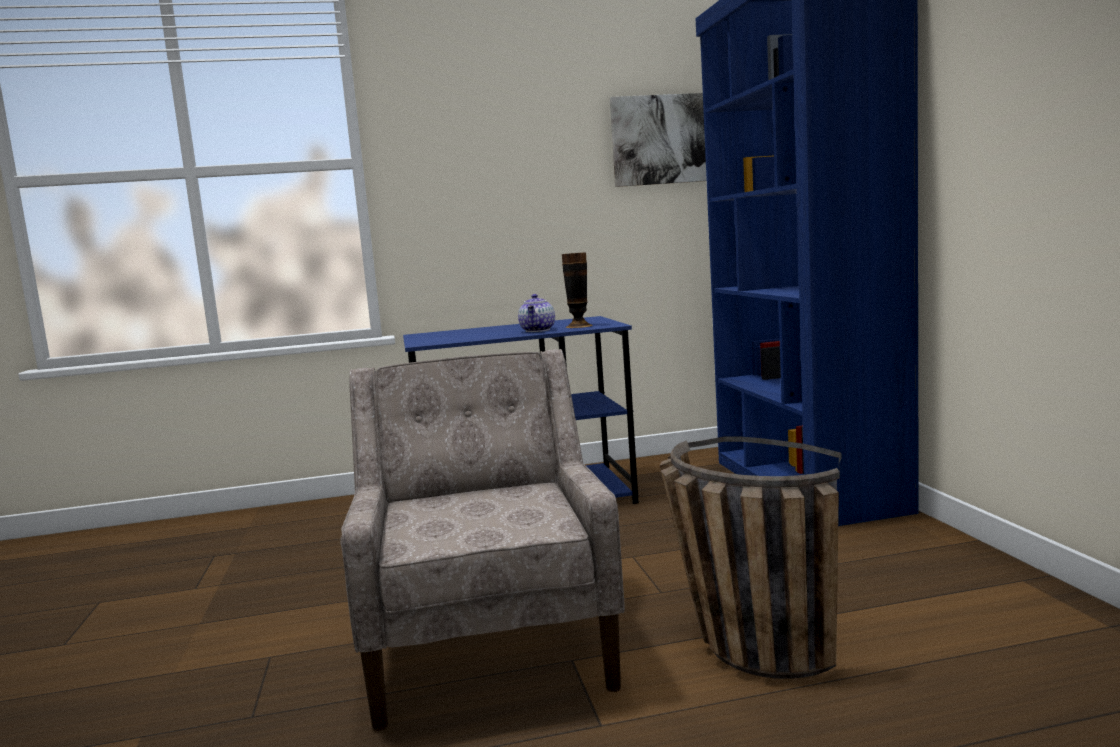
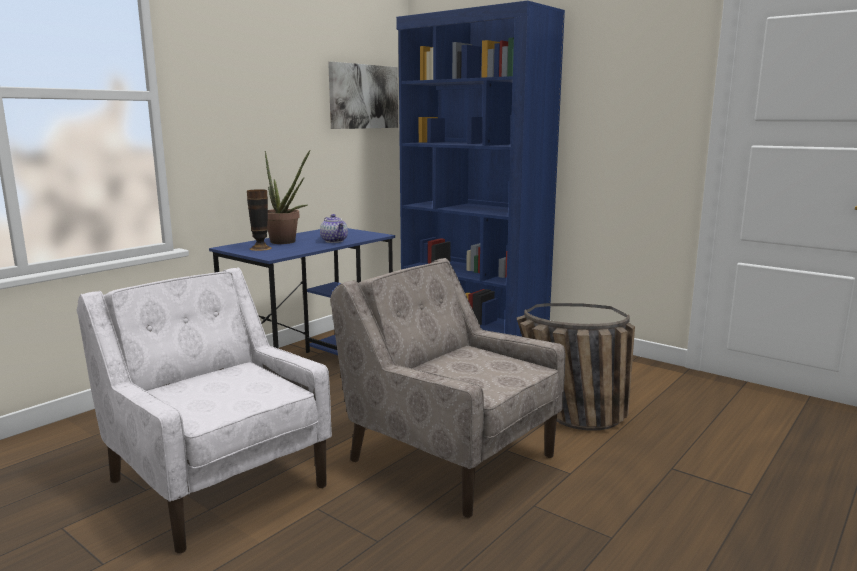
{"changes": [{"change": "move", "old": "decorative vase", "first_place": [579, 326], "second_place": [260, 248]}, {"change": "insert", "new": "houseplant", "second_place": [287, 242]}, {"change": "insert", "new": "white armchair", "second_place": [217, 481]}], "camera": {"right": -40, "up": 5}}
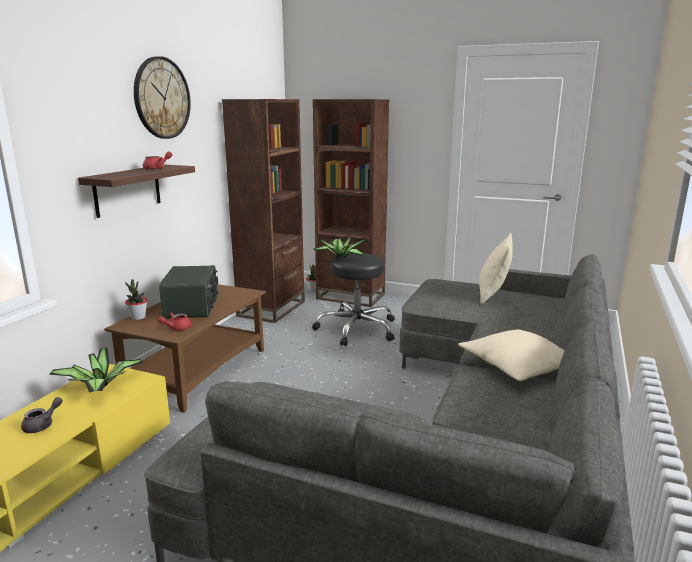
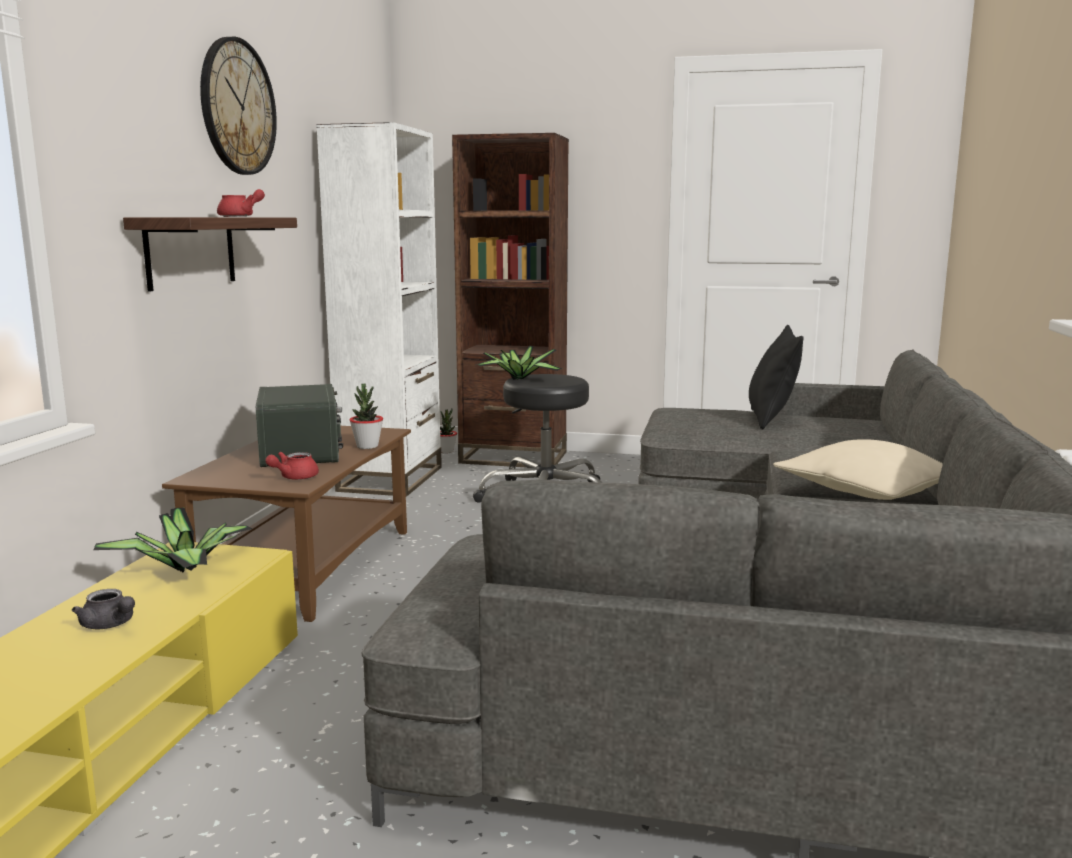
{"changes": [{"change": "recolor", "old": "brown bookshelf", "new": "white bookshelf", "first_place": [272, 308], "second_place": [391, 479]}, {"change": "recolor", "old": "beige cushion", "new": "black-coloured cushion", "first_place": [493, 295], "second_place": [771, 419]}, {"change": "move", "old": "houseplant", "first_place": [138, 317], "second_place": [367, 446]}, {"change": "rotate", "old": "greyish pot for tea", "first_place": [43, 425], "second_place": [110, 625], "degrees": 105}], "camera": {"right": -10, "up": -5}}
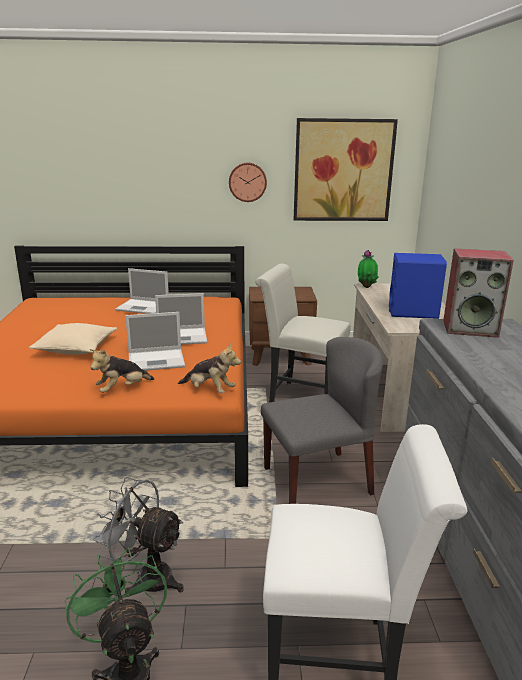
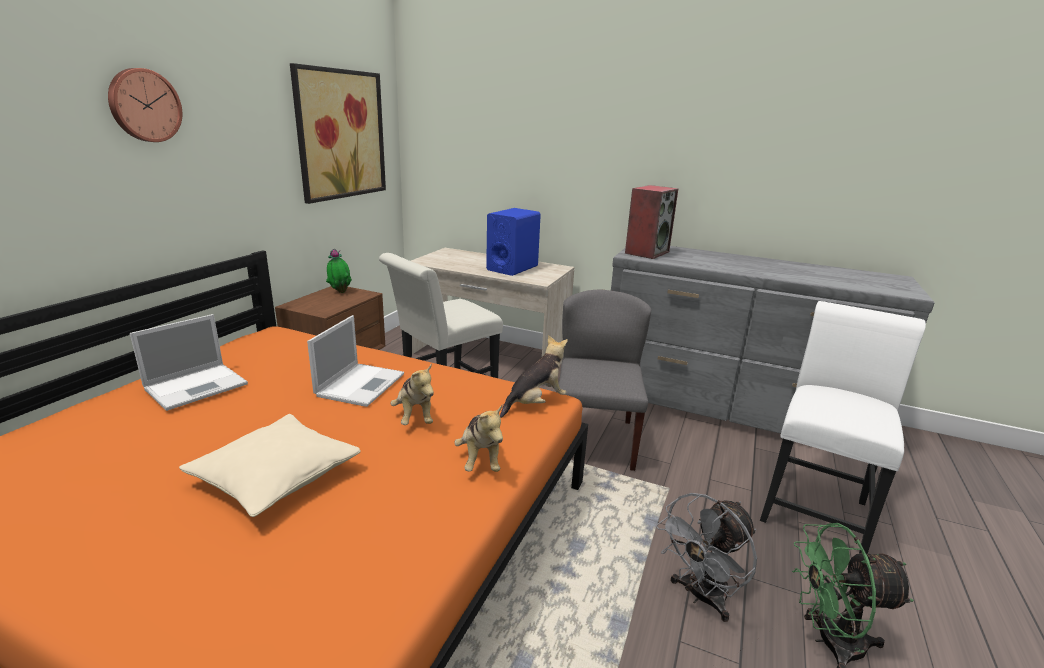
{"changes": [{"change": "move", "old": "hanging clock", "first_place": [247, 182], "second_place": [144, 105]}, {"change": "move", "old": "houseplant", "first_place": [366, 287], "second_place": [340, 292]}, {"change": "replace", "old": "portable computer", "new": "plush toy", "first_place": [157, 360], "second_place": [415, 417]}], "camera": {"right": -65, "up": 0}}
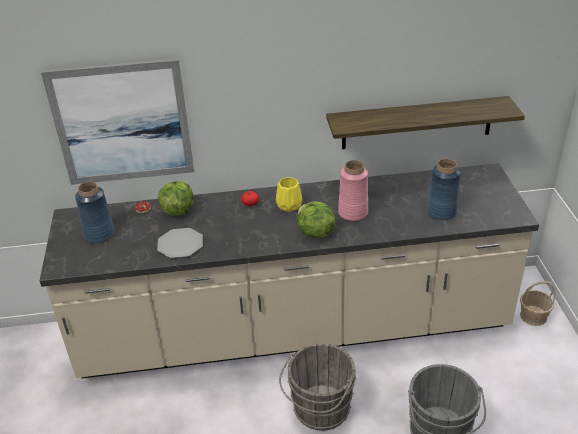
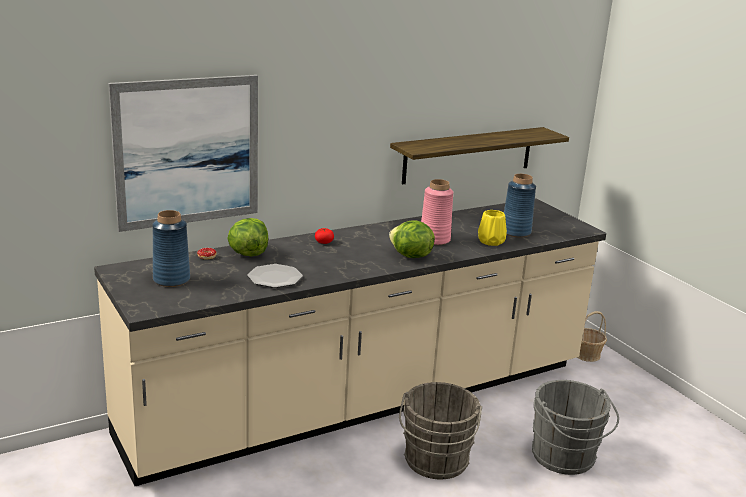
{"changes": [{"change": "move", "old": "yellow-coloured decorative vase", "first_place": [289, 205], "second_place": [490, 241]}], "camera": {"right": -25, "up": -15}}
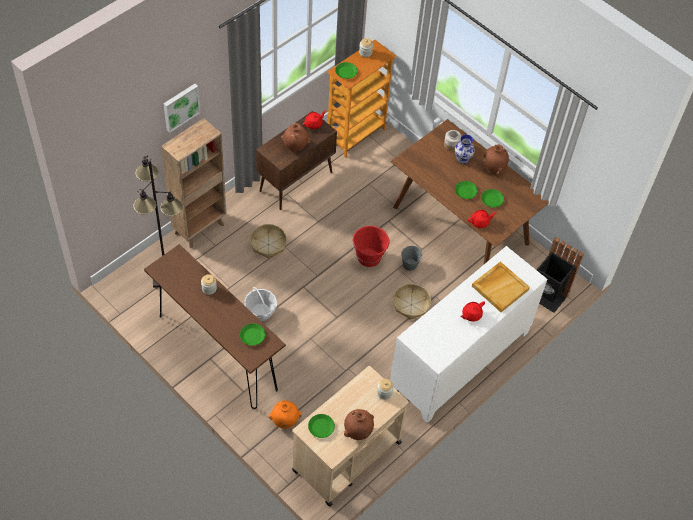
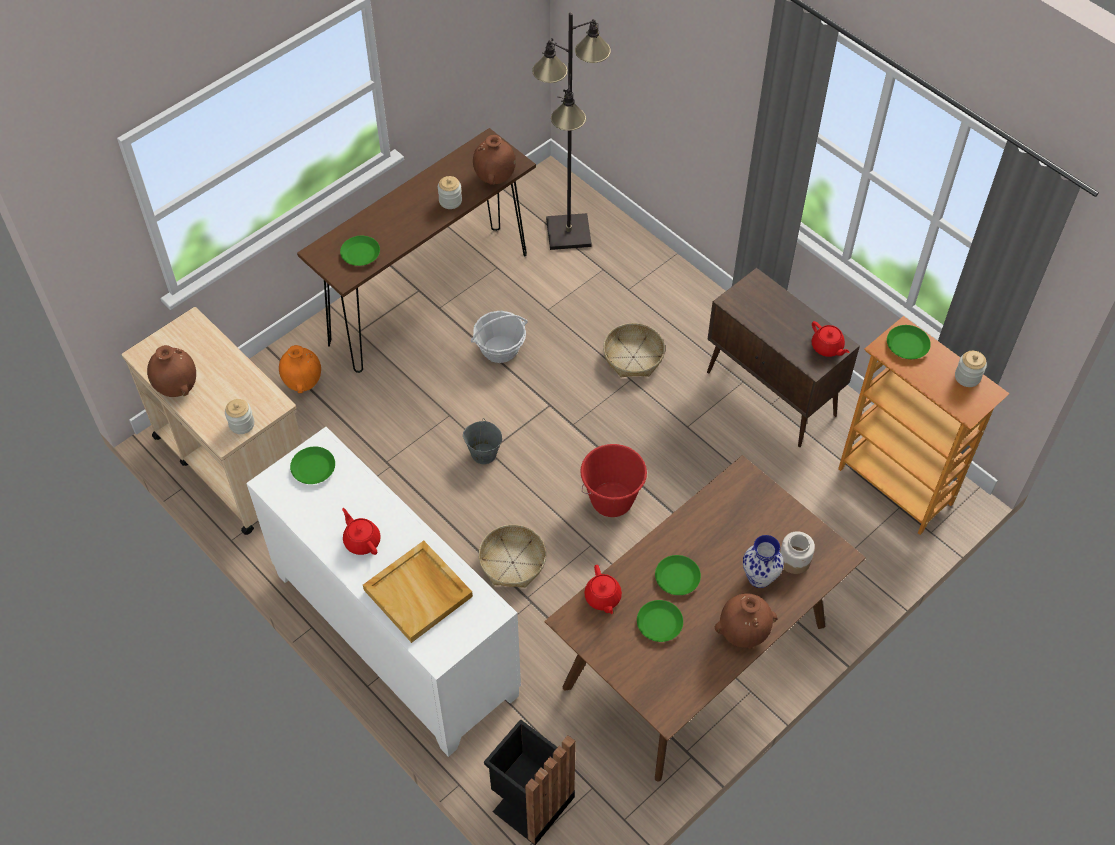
{"changes": [{"change": "delete", "old": "wall art", "first_place": [180, 106]}, {"change": "delete", "old": "brown bookshelf", "first_place": [200, 228]}, {"change": "move", "old": "brown decorative vase", "first_place": [295, 147], "second_place": [495, 178]}, {"change": "move", "old": "greyish bucket", "first_place": [409, 265], "second_place": [483, 453]}, {"change": "move", "old": "greenish dinner plate", "first_place": [321, 427], "second_place": [314, 468]}], "camera": {"right": 95, "up": 0}}
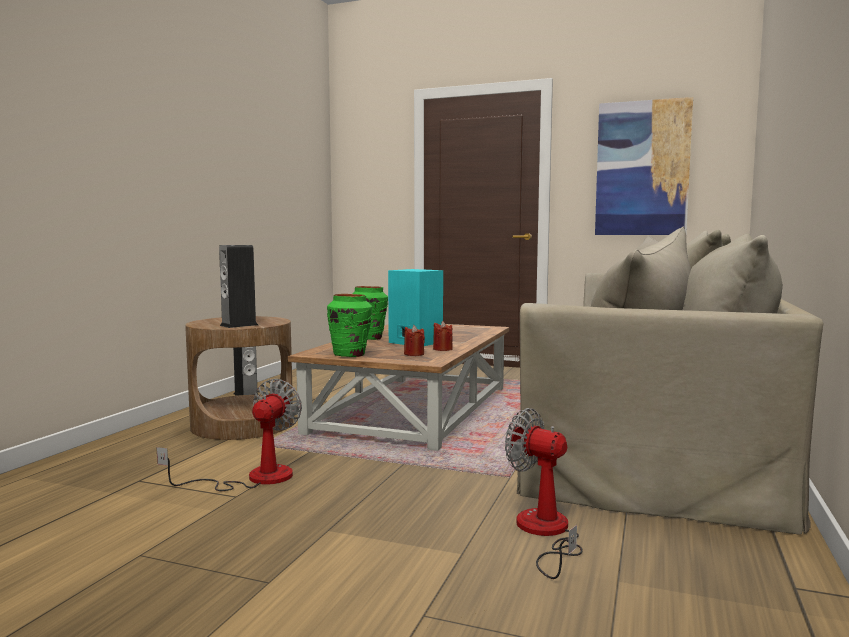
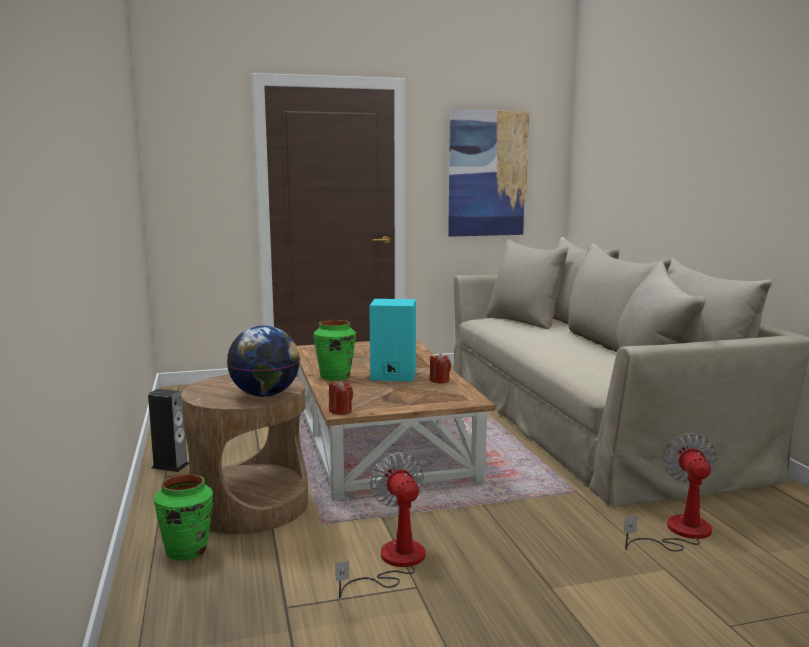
{"changes": [{"change": "replace", "old": "audio speaker", "new": "globe", "first_place": [239, 325], "second_place": [265, 395]}, {"change": "move", "old": "greenish decorative vase", "first_place": [350, 354], "second_place": [187, 551]}, {"change": "move", "old": "red-coloured wax light", "first_place": [414, 354], "second_place": [340, 411]}, {"change": "rotate", "old": "fan", "first_place": [545, 533], "second_place": [678, 532], "degrees": 90}], "camera": {"right": -35, "up": 5}}
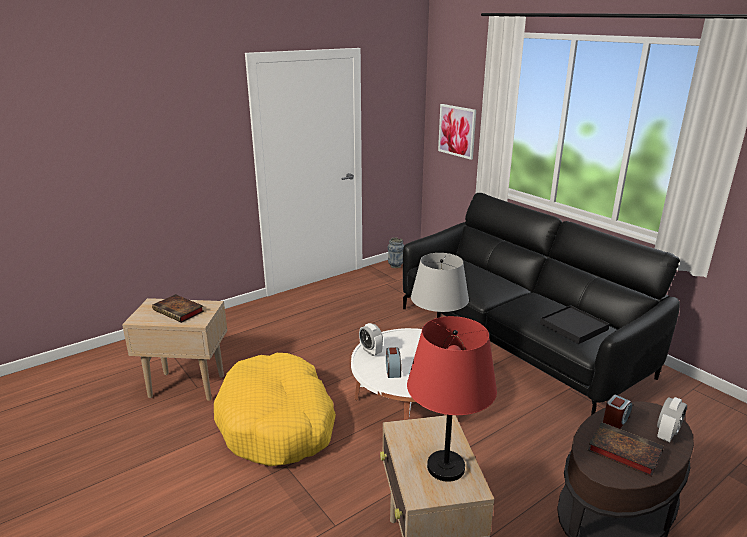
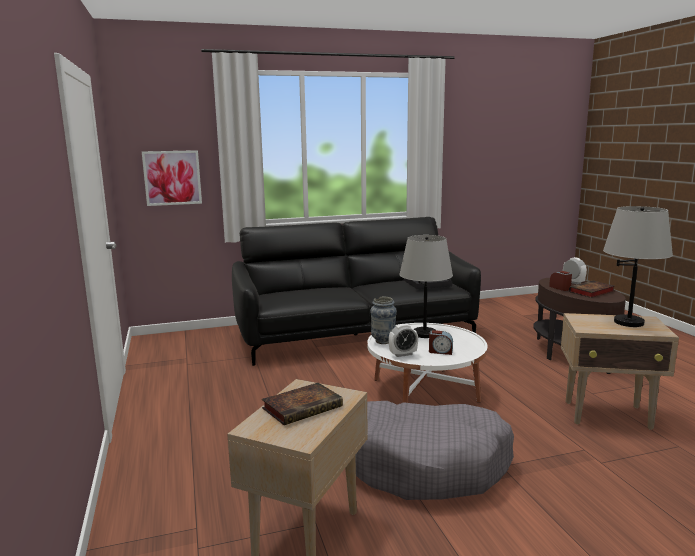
{"changes": [{"change": "move", "old": "decorative vase", "first_place": [395, 266], "second_place": [383, 341]}, {"change": "recolor", "old": "red-coloured tabletop lamp", "new": "greyish tabletop lamp", "first_place": [446, 467], "second_place": [629, 322]}, {"change": "recolor", "old": "yellow-coloured pet bed", "new": "greyish pet bed", "first_place": [277, 422], "second_place": [425, 464]}], "camera": {"right": -70, "up": -10}}
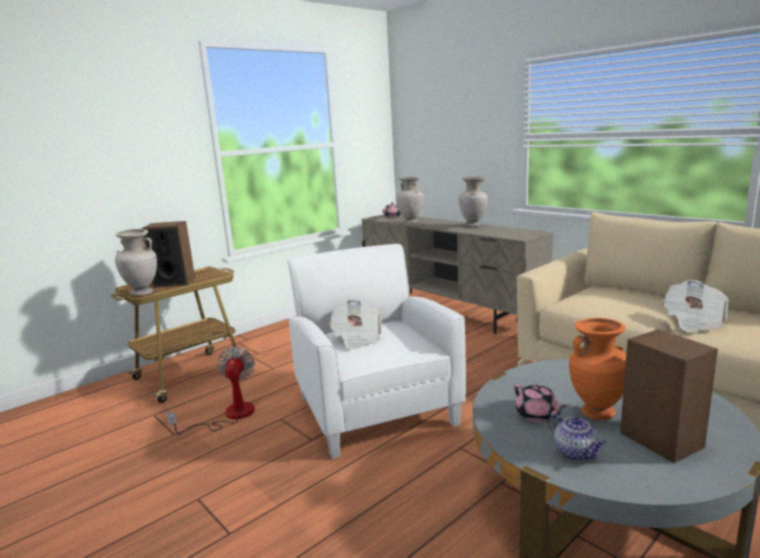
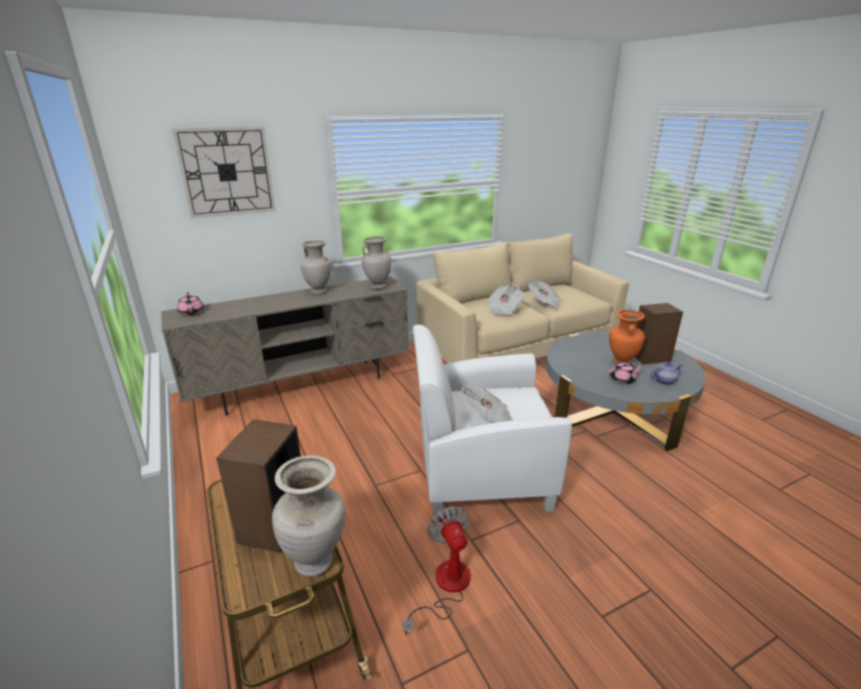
{"changes": [{"change": "move", "old": "beige decorative vase", "first_place": [411, 222], "second_place": [378, 286]}, {"change": "rotate", "old": "fan", "first_place": [229, 416], "second_place": [445, 587], "degrees": 60}, {"change": "insert", "new": "hanging clock", "second_place": [227, 172]}, {"change": "insert", "new": "newspaper", "second_place": [503, 310]}], "camera": {"right": -75, "up": 10}}
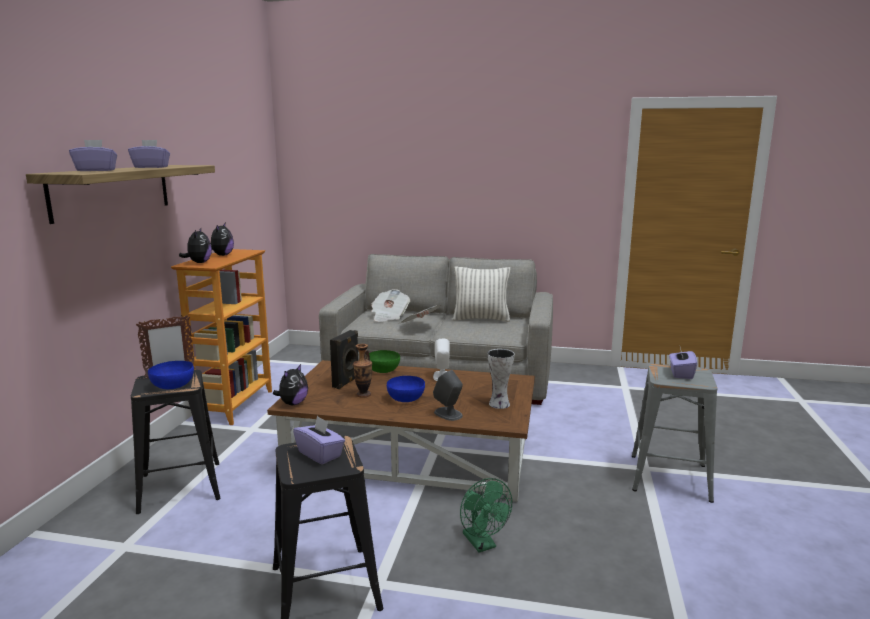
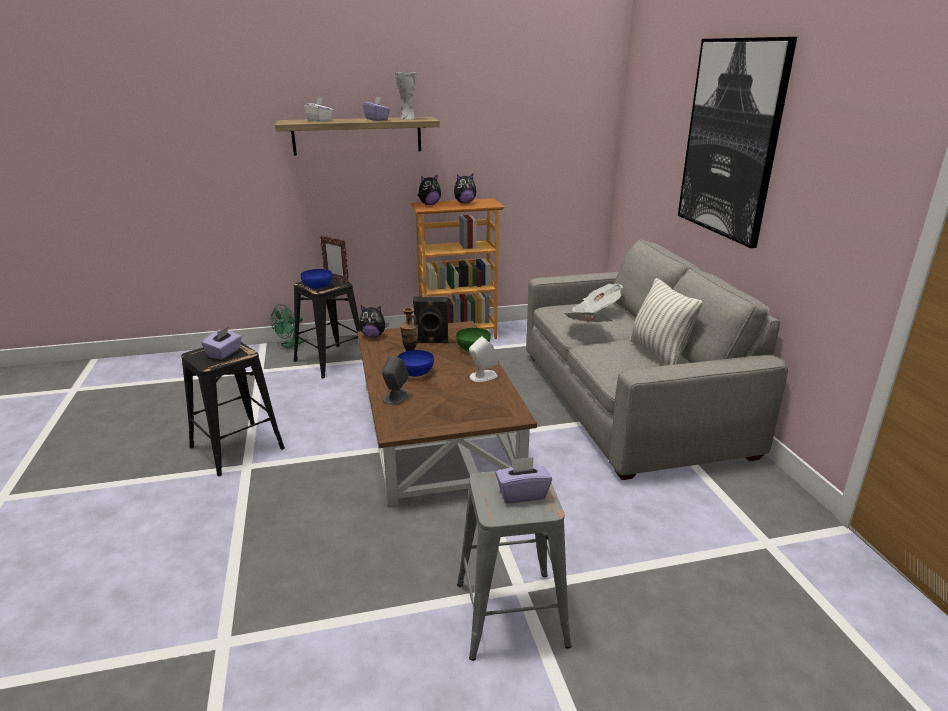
{"changes": [{"change": "recolor", "old": "purplish tissue box", "new": "white tissue box", "first_place": [96, 170], "second_place": [319, 120]}, {"change": "move", "old": "decorative vase", "first_place": [498, 404], "second_place": [407, 118]}, {"change": "move", "old": "greenish fan", "first_place": [482, 544], "second_place": [289, 345]}, {"change": "insert", "new": "wall art", "second_place": [731, 139]}], "camera": {"right": 65, "up": 10}}
